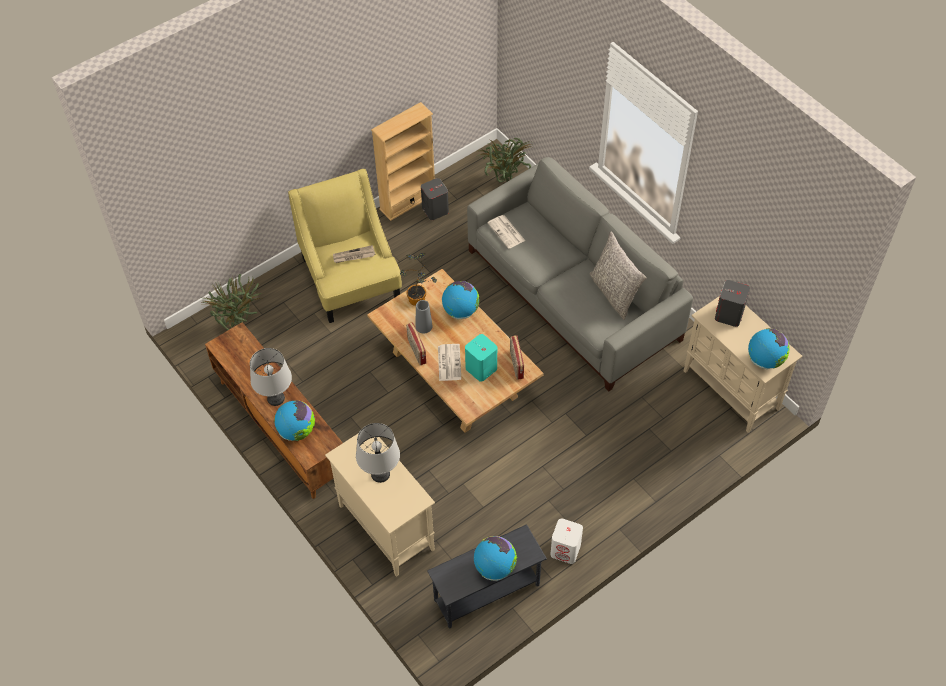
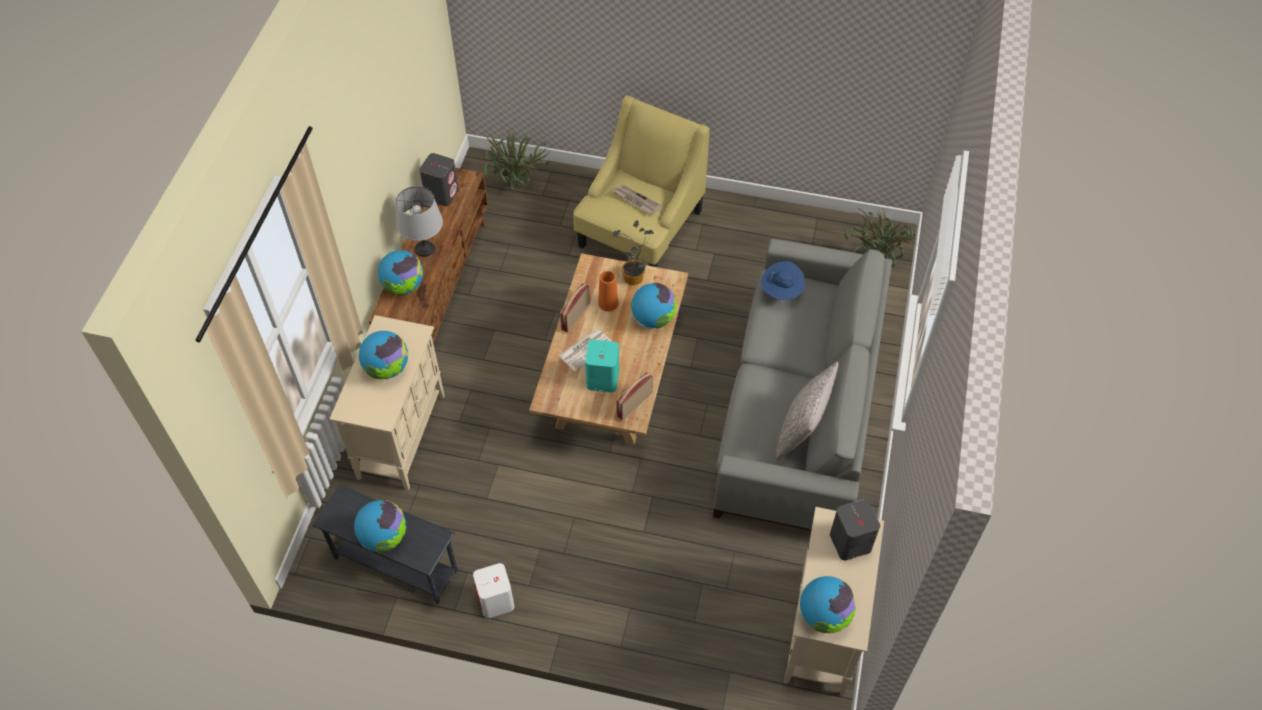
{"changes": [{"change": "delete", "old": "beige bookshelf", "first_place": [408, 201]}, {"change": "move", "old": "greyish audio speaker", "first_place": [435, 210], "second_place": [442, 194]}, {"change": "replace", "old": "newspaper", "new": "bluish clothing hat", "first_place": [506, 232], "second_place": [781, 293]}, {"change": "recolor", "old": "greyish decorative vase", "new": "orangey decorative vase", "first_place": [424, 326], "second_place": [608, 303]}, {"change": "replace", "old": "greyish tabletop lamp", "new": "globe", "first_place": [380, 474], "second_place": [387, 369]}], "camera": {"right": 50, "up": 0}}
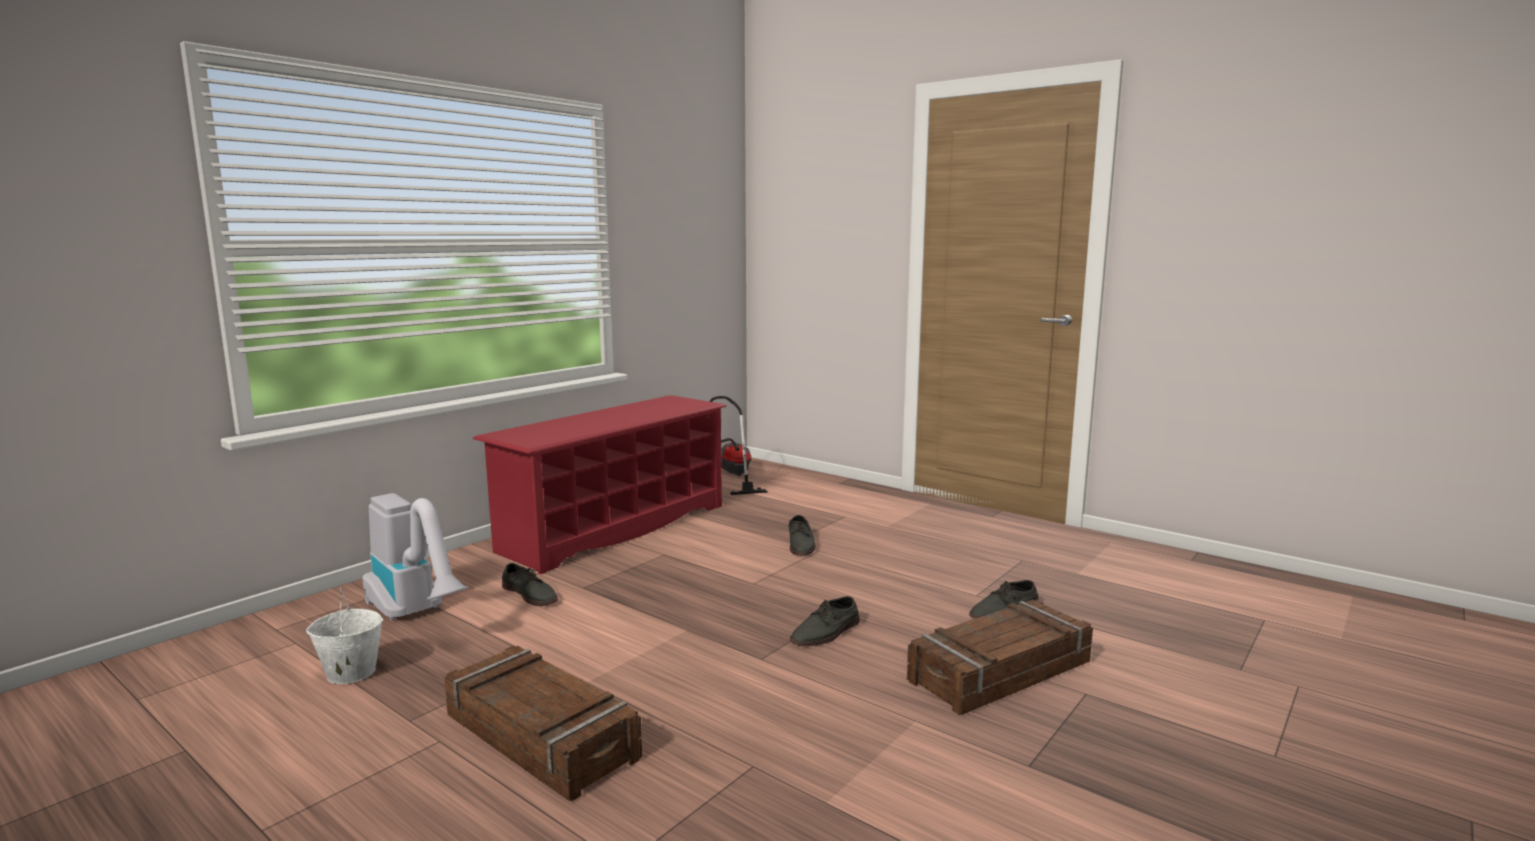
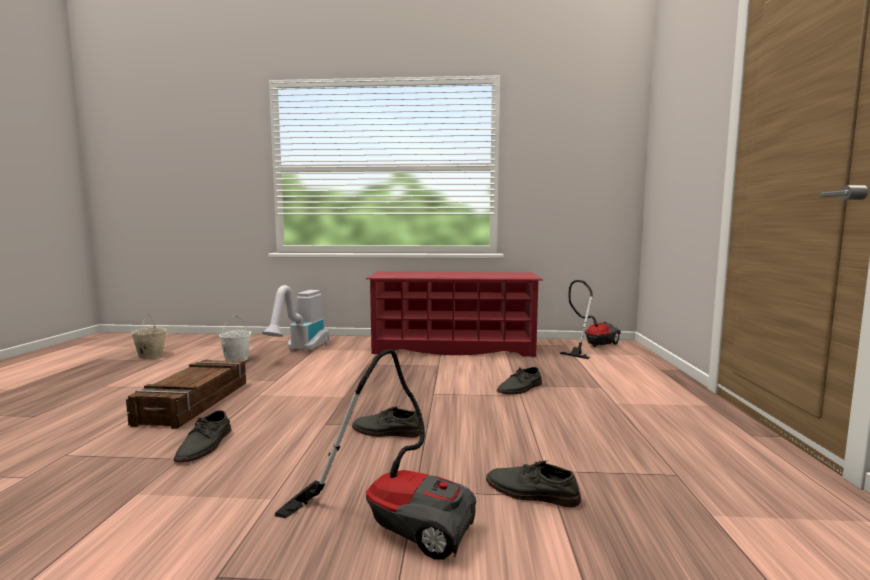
{"changes": [{"change": "move", "old": "greyish low shoe", "first_place": [530, 594], "second_place": [205, 445]}, {"change": "replace", "old": "crate", "new": "vacuum cleaner", "first_place": [1001, 672], "second_place": [395, 519]}, {"change": "insert", "new": "beige bucket", "second_place": [150, 356]}], "camera": {"right": 55, "up": -5}}
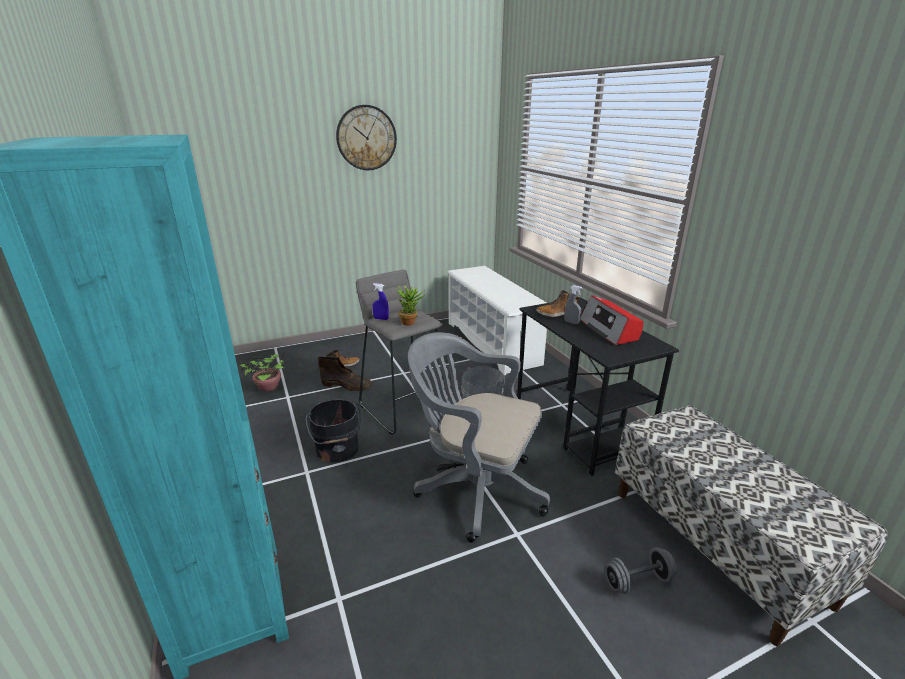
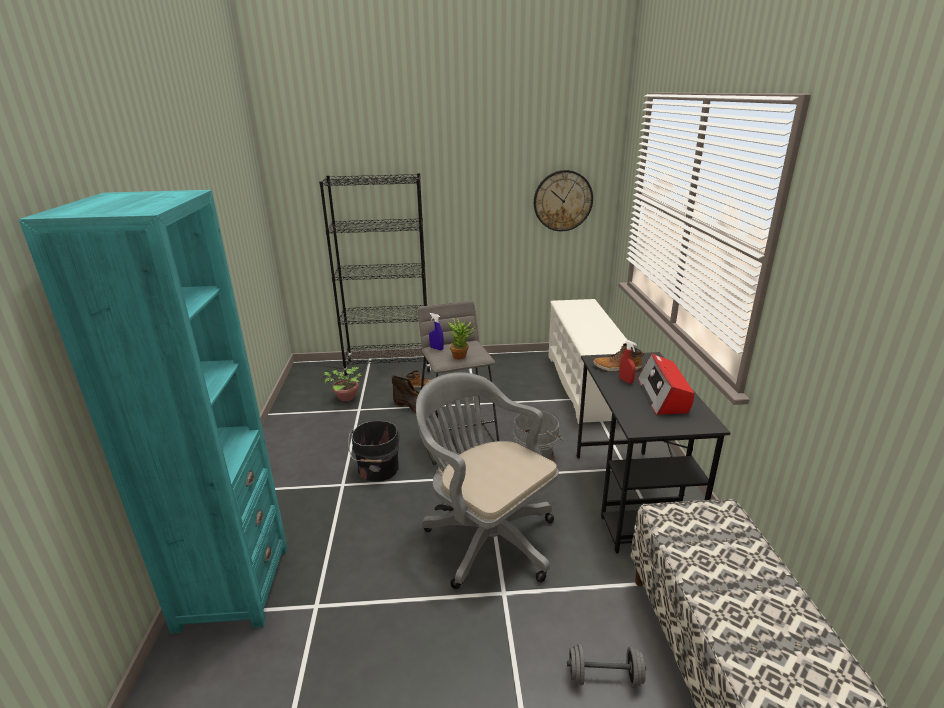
{"changes": [{"change": "move", "old": "hanging clock", "first_place": [366, 138], "second_place": [563, 201]}, {"change": "recolor", "old": "greyish sprayer", "new": "red-coloured sprayer", "first_place": [571, 322], "second_place": [626, 381]}, {"change": "insert", "new": "black-coloured bookshelf", "second_place": [388, 366]}], "camera": {"right": 20, "up": 0}}
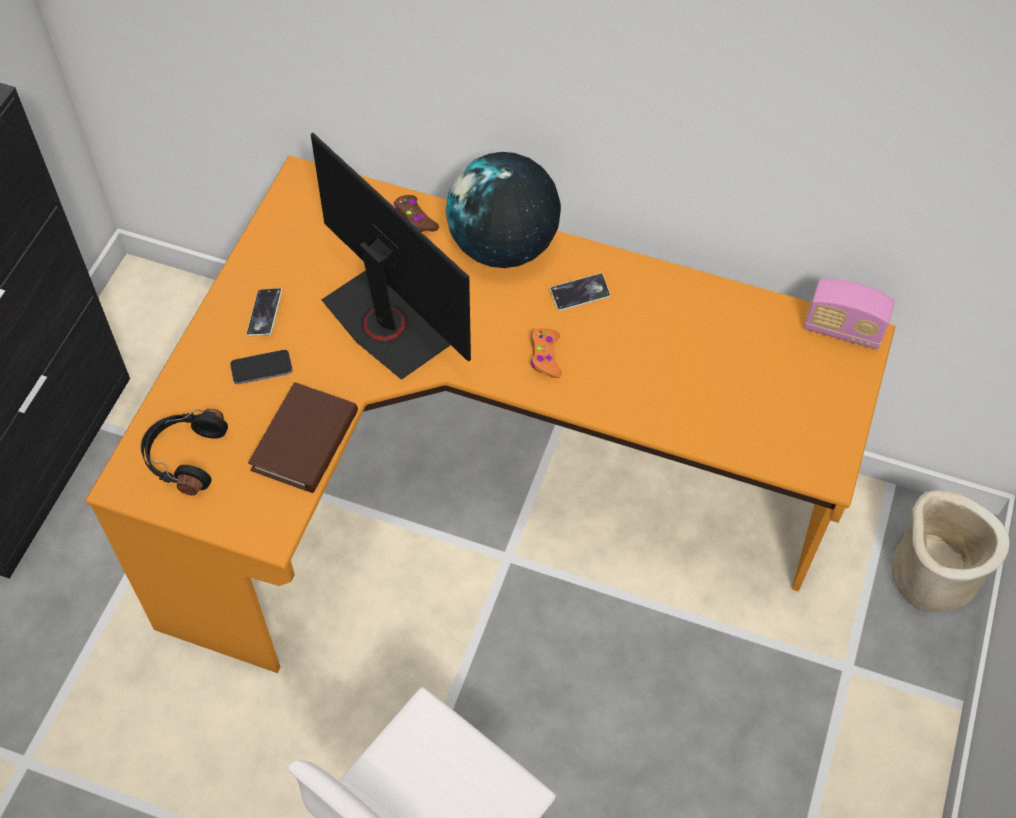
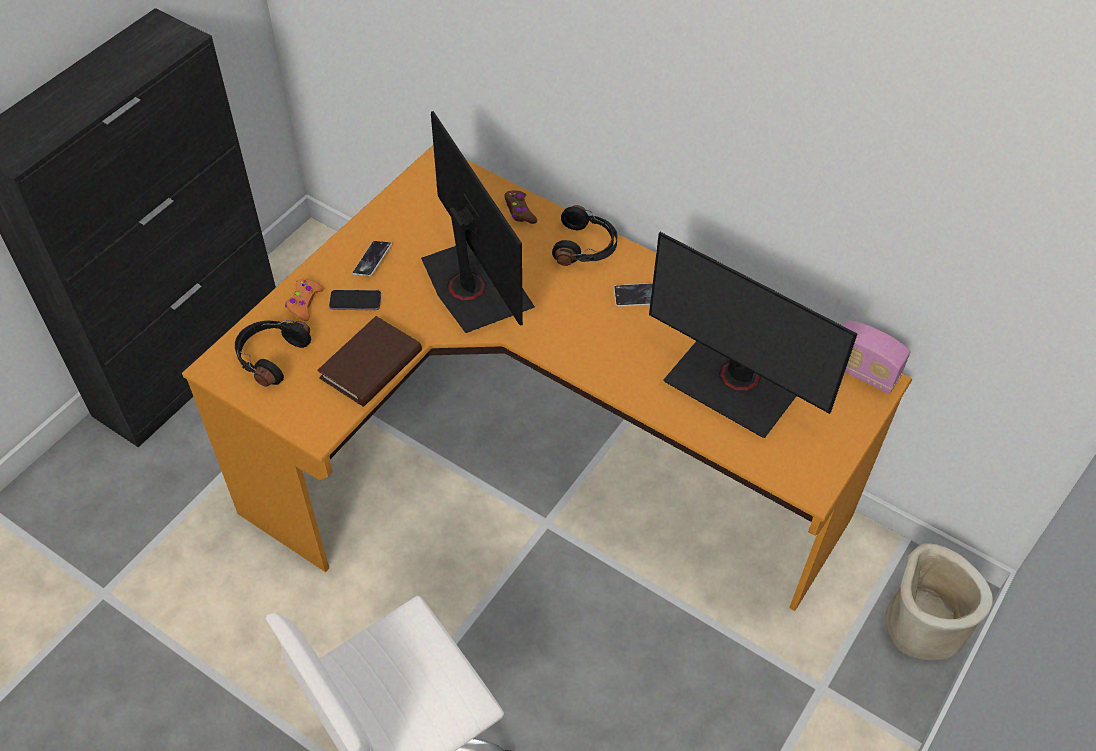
{"changes": [{"change": "replace", "old": "globe", "new": "black-coloured headset", "first_place": [503, 247], "second_place": [586, 247]}, {"change": "move", "old": "orangey joypad", "first_place": [545, 356], "second_place": [304, 303]}, {"change": "insert", "new": "computer screen", "second_place": [734, 384]}], "camera": {"right": 15, "up": -5}}
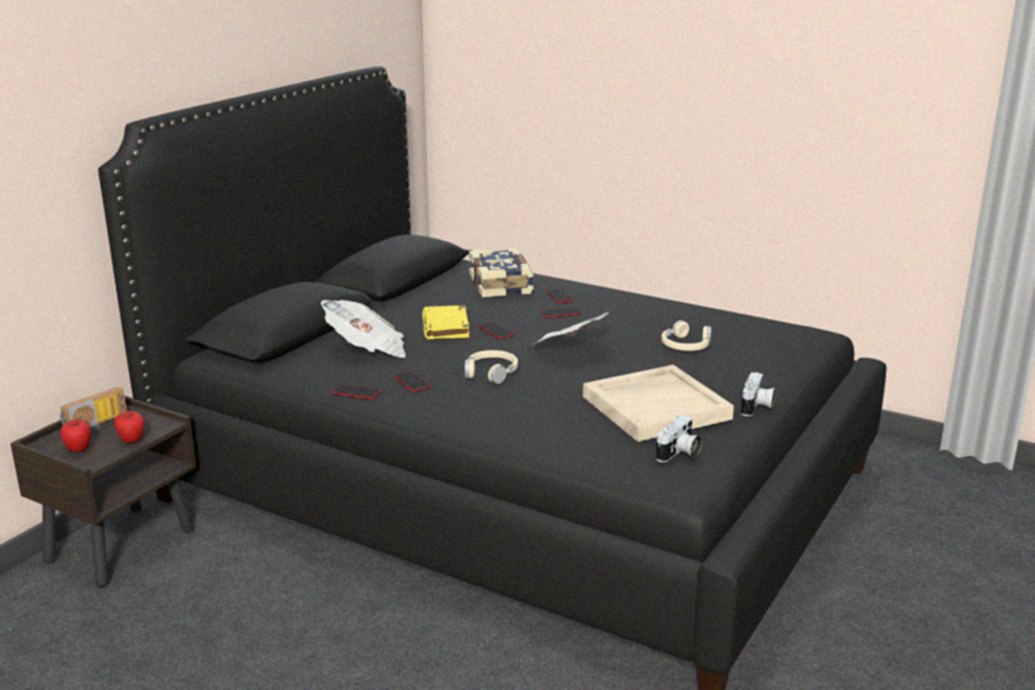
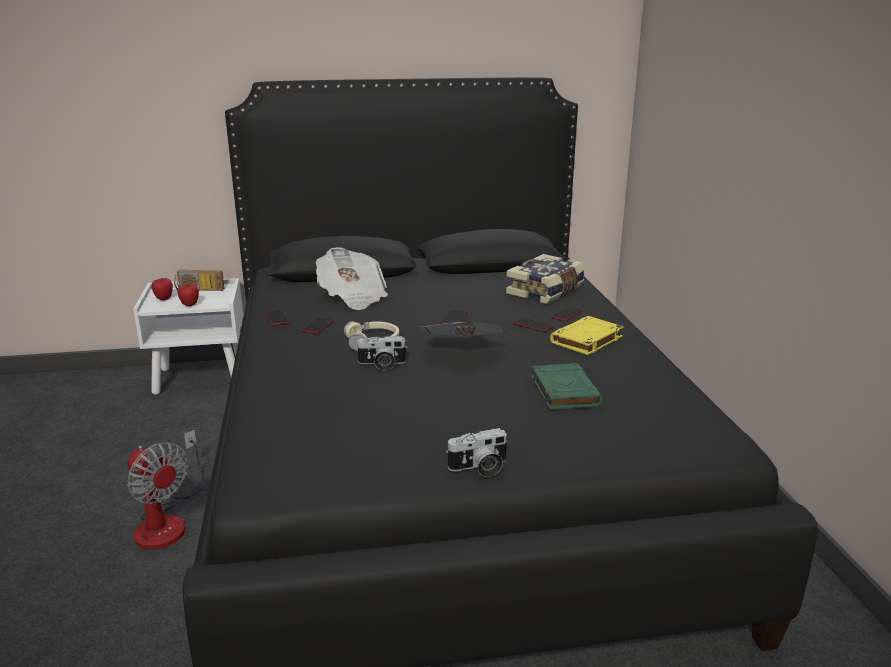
{"changes": [{"change": "move", "old": "yellow-coloured bound book", "first_place": [446, 327], "second_place": [586, 340]}, {"change": "replace", "old": "beige headset", "new": "greenish bound book", "first_place": [686, 346], "second_place": [564, 391]}, {"change": "delete", "old": "beige tray", "first_place": [656, 407]}, {"change": "recolor", "old": "brown night table", "new": "white night table", "first_place": [121, 544], "second_place": [202, 378]}, {"change": "move", "old": "photo camera", "first_place": [679, 454], "second_place": [381, 365]}, {"change": "insert", "new": "fan", "second_place": [167, 521]}], "camera": {"right": 50, "up": 0}}
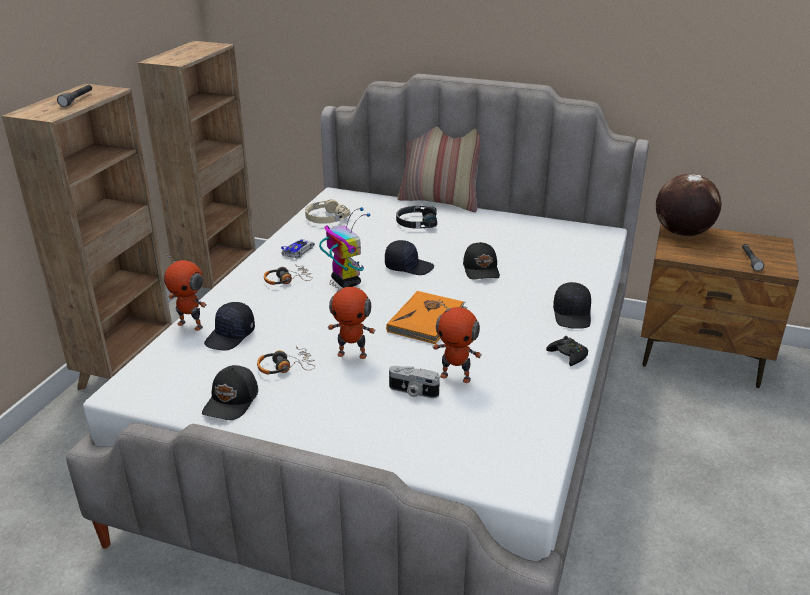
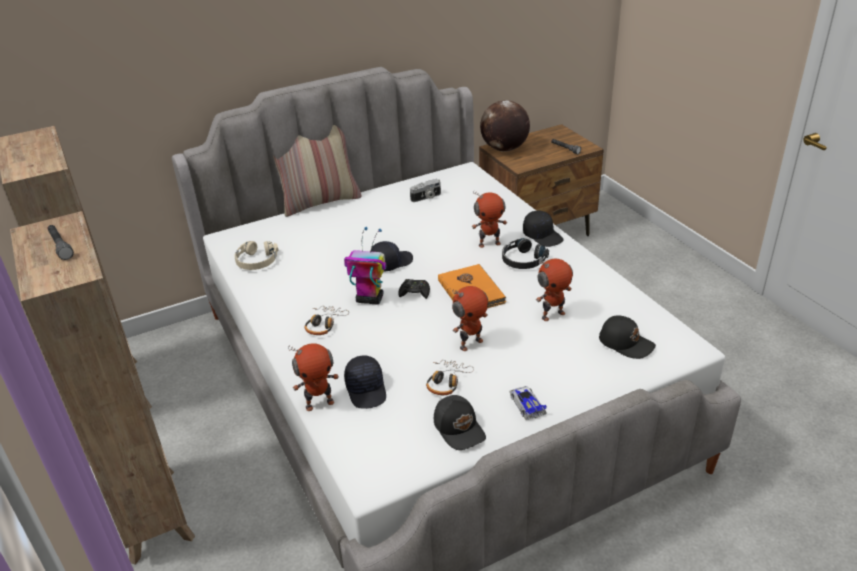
{"changes": [{"change": "move", "old": "black-coloured headset", "first_place": [416, 223], "second_place": [522, 260]}, {"change": "move", "old": "model car", "first_place": [299, 251], "second_place": [526, 404]}, {"change": "move", "old": "black-coloured cap", "first_place": [482, 269], "second_place": [626, 343]}, {"change": "move", "old": "black-coloured joypad", "first_place": [568, 355], "second_place": [415, 292]}, {"change": "move", "old": "photo camera", "first_place": [413, 392], "second_place": [426, 197]}, {"change": "insert", "new": "toy robot", "second_place": [489, 243]}], "camera": {"right": -45, "up": 5}}
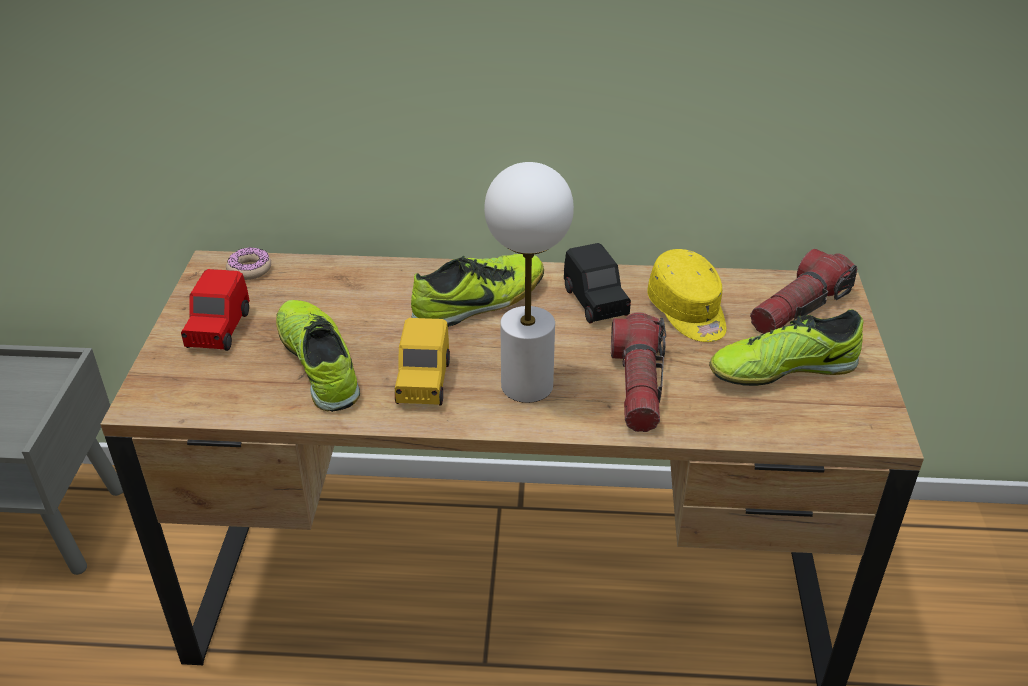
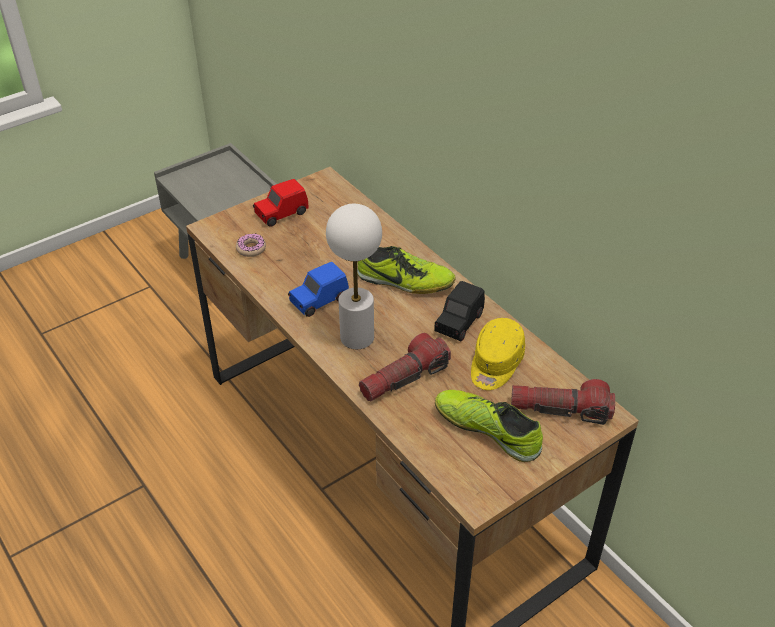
{"changes": [{"change": "move", "old": "ring doughnut", "first_place": [249, 269], "second_place": [251, 249]}, {"change": "delete", "old": "low shoe", "first_place": [319, 363]}, {"change": "recolor", "old": "yellow-coloured model car", "new": "bluish model car", "first_place": [423, 382], "second_place": [318, 301]}], "camera": {"right": 50, "up": 5}}
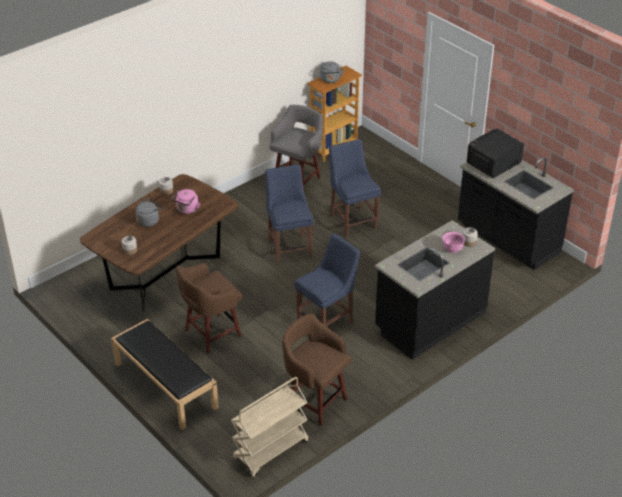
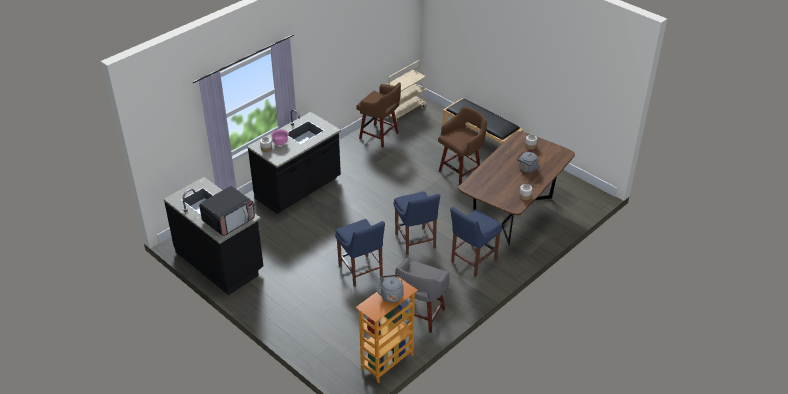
{"changes": [{"change": "delete", "old": "pink-coloured tea kettle", "first_place": [187, 210]}, {"change": "move", "old": "bluish chair", "first_place": [327, 321], "second_place": [472, 261]}], "camera": {"right": 175, "up": 0}}
